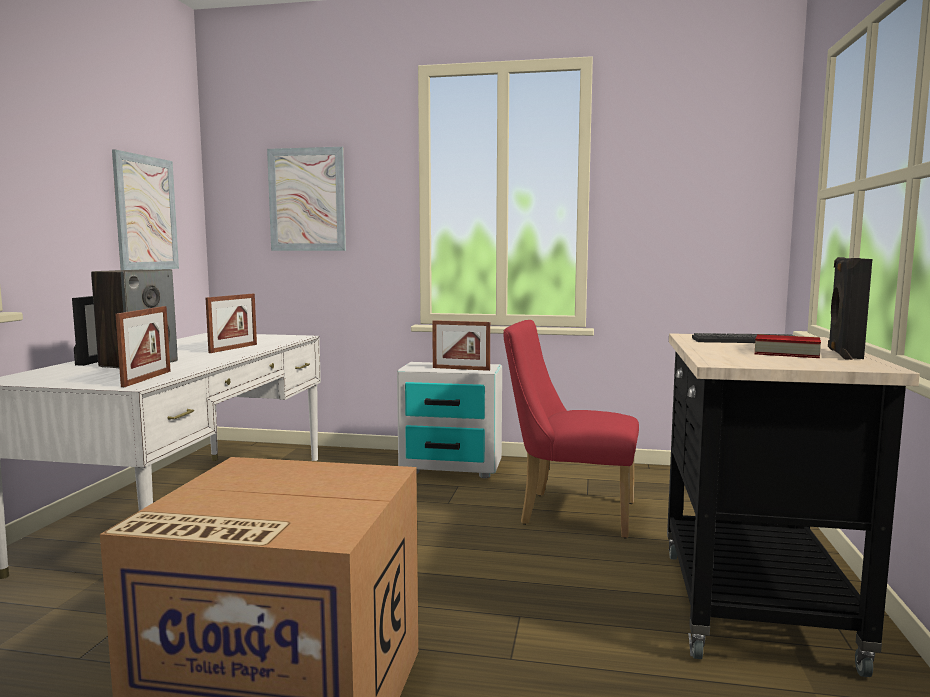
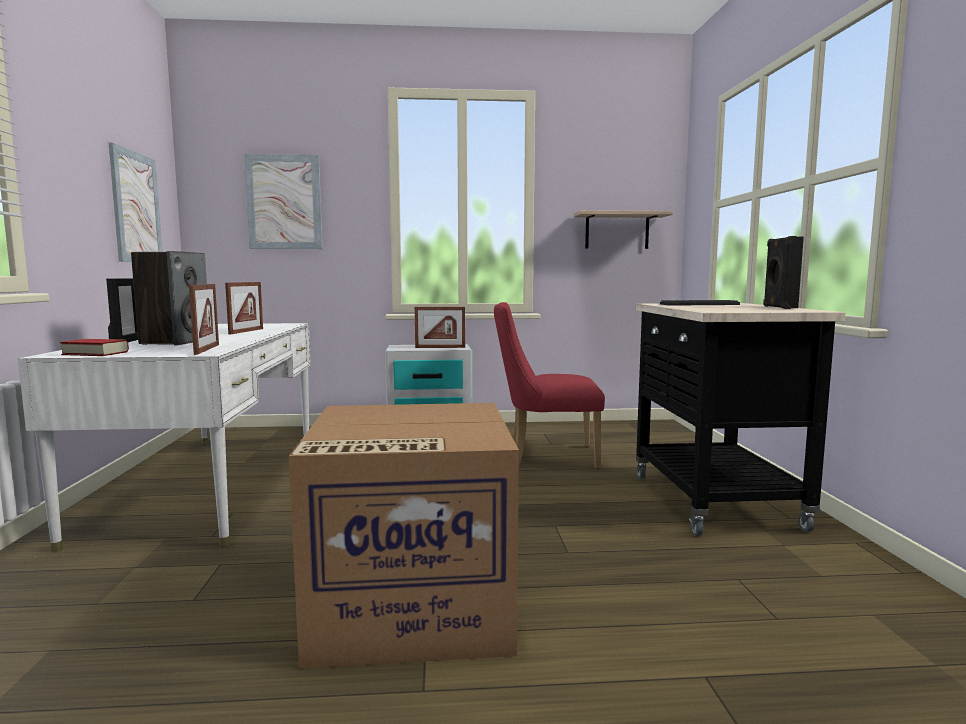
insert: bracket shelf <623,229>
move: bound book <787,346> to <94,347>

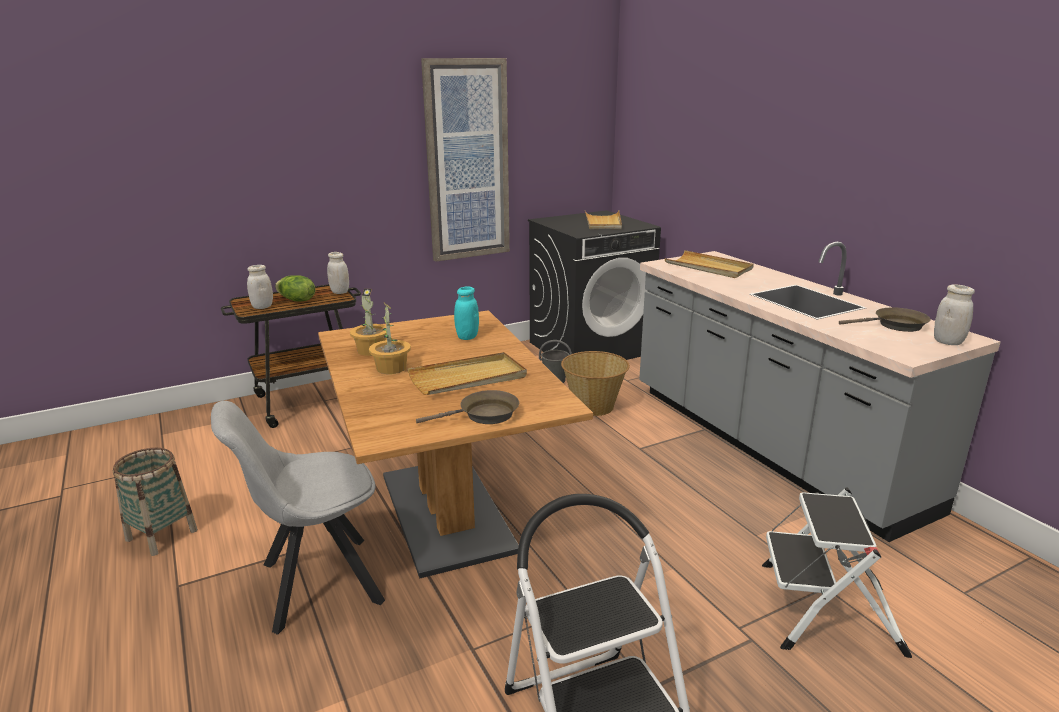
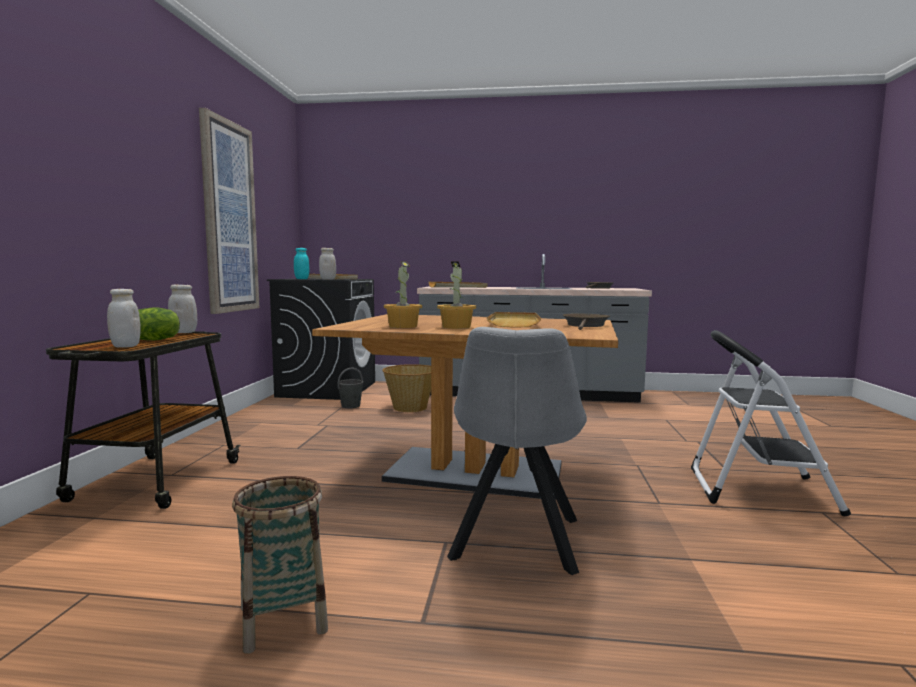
delete: stepladder <837,572>
move: white-coloured preserve jar <954,314> to <327,264>; turquoise-coloured preserve jar <466,313> to <301,263>

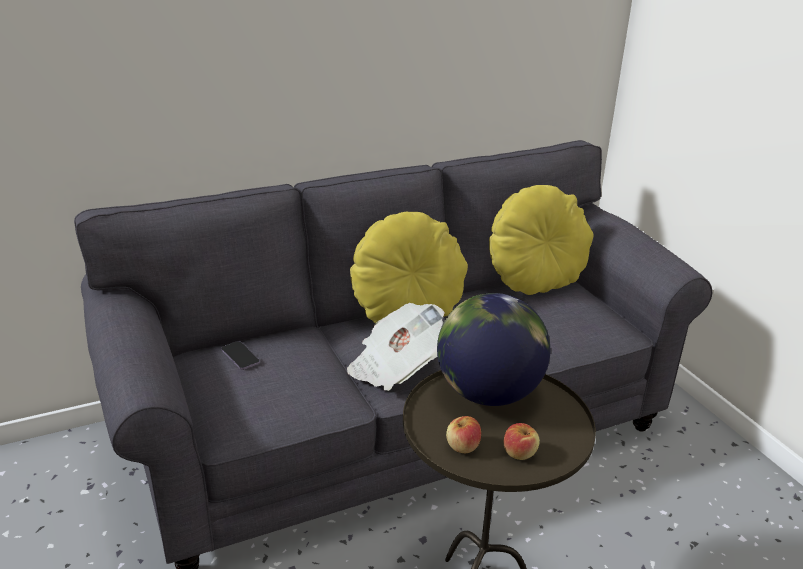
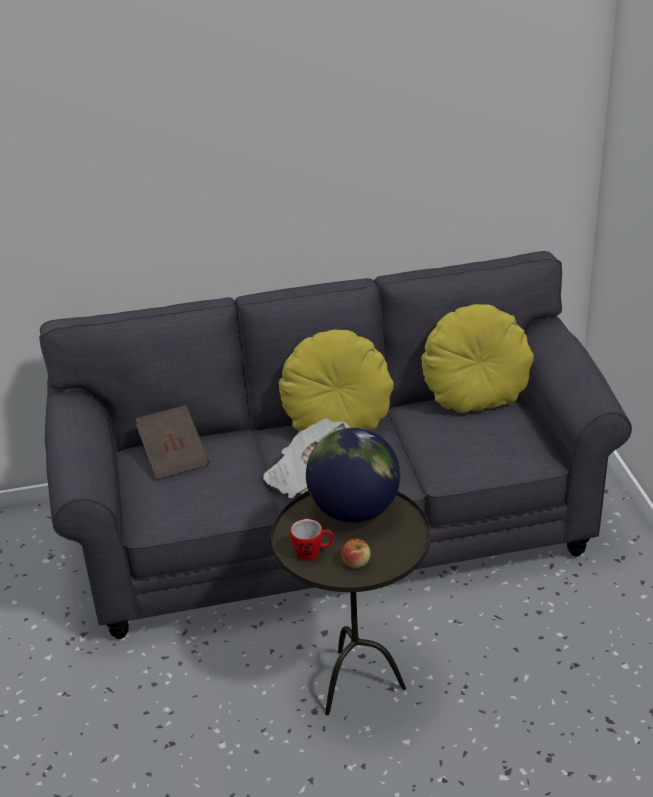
replace: telephone <240,355> to brownish bound book <172,442>; apple <463,434> to mug <312,540>

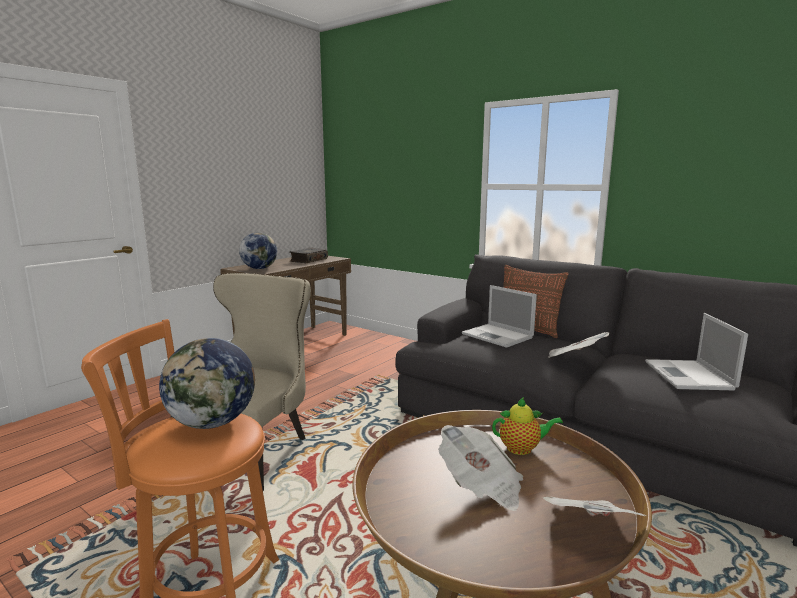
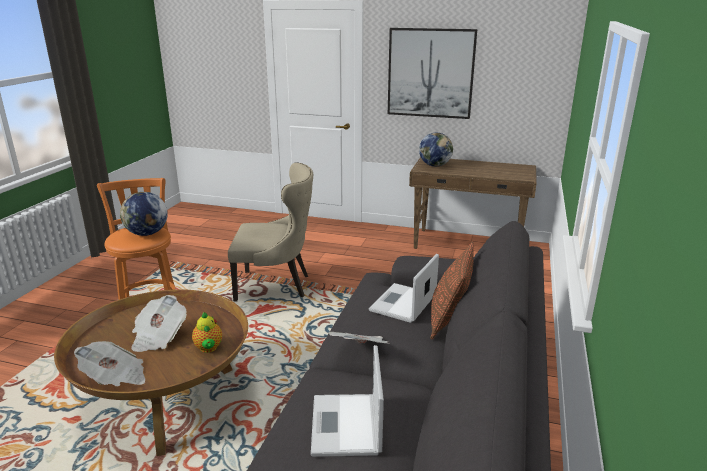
delete: bound book <309,255>
insert: wall picture <432,73>
rotate: notebook computer <696,351> = <347,401> 75 degrees counterclockwise

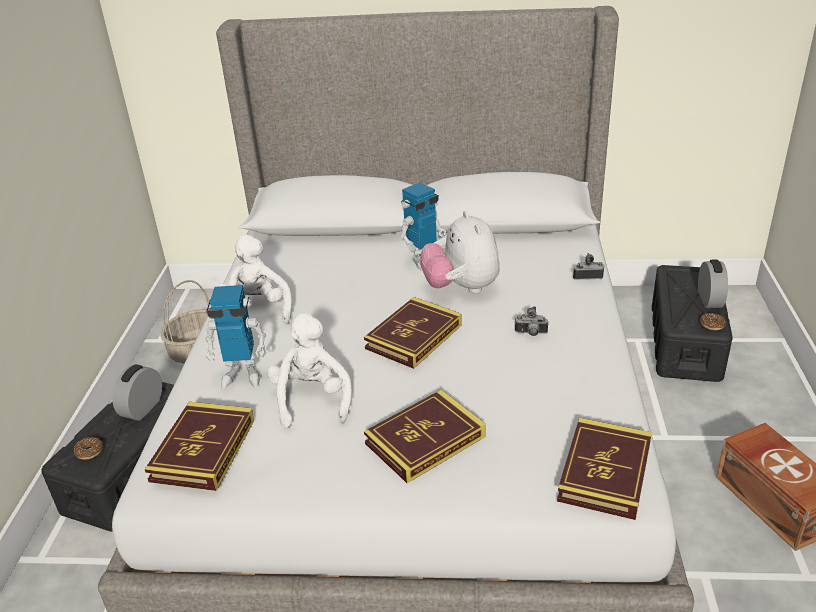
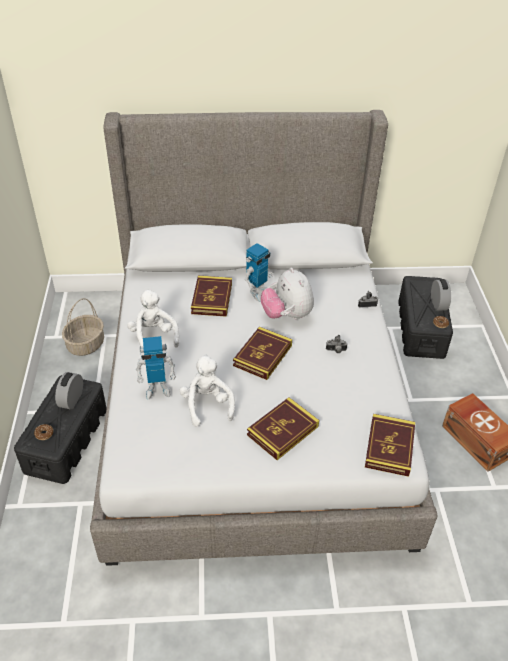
move: bound book <199,446> to <211,296>

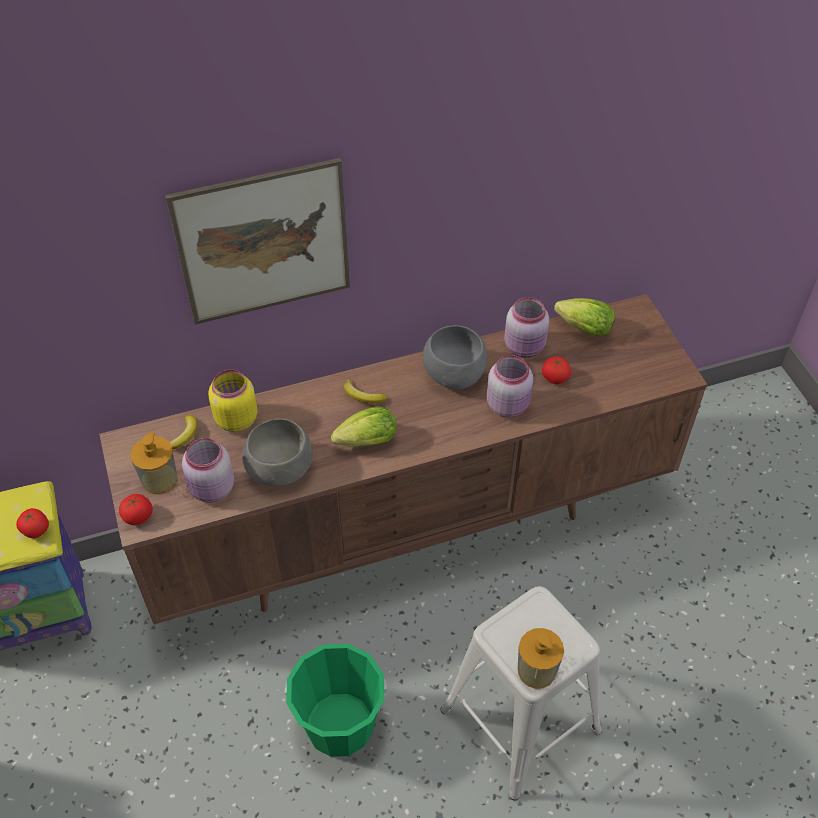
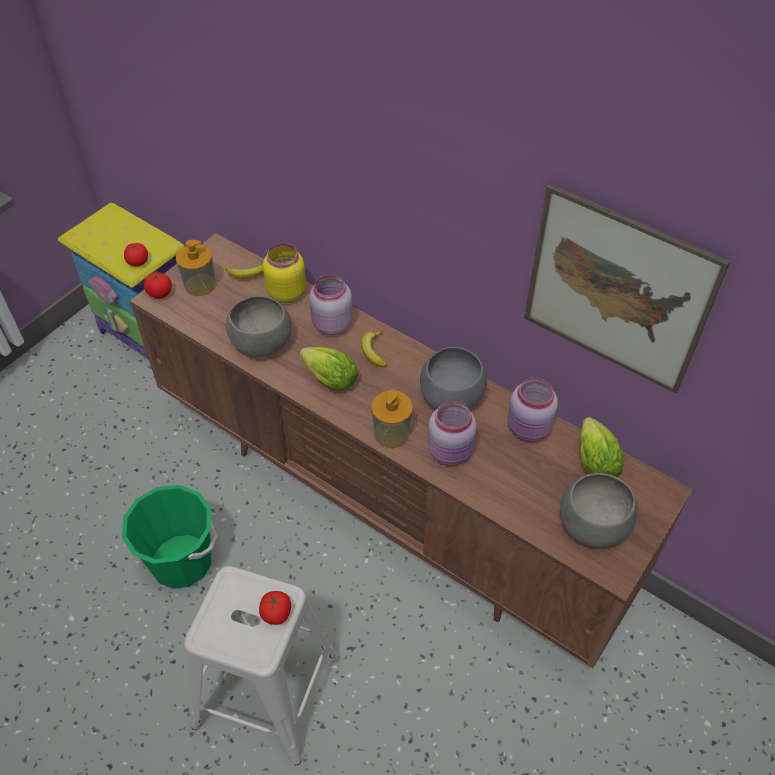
insert: greyish deep dish <599,510>
move: wall picture <257,241> to <627,289>; tomato <556,370> to <275,608>; pink-coloured preserve jar <208,470> to <331,305>; soap dispenser <541,658> to <392,418>

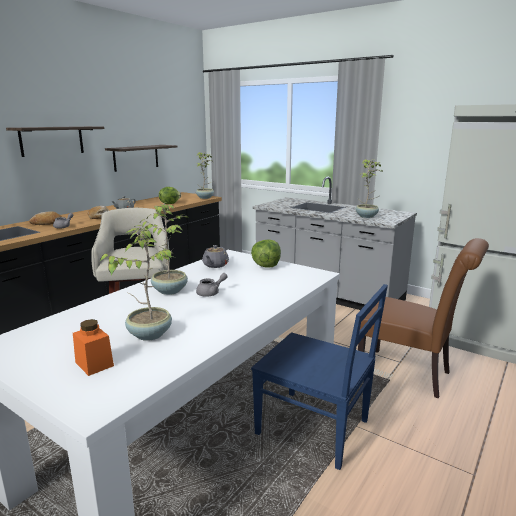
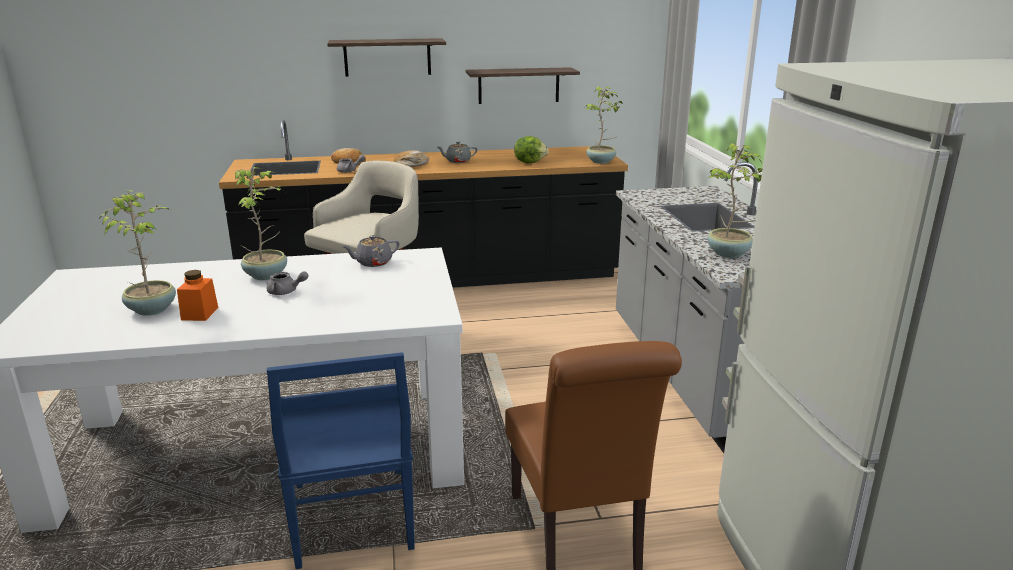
delete: lettuce <266,253>
move: orange-coloured preserve jar <93,347> to <197,295>

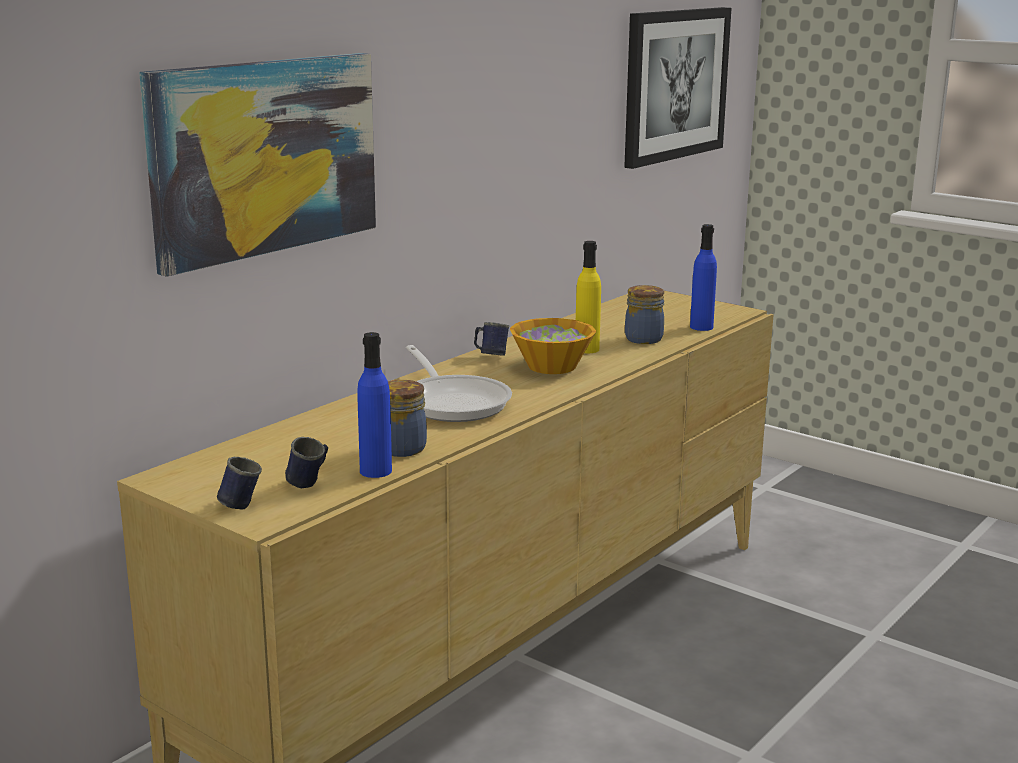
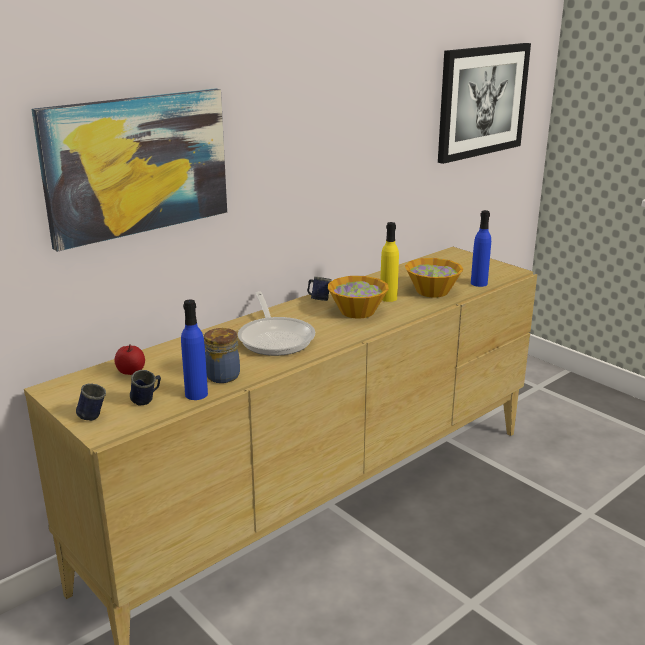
insert: apple <129,360>
replace: preserve jar <644,314> to deep dish <434,278>

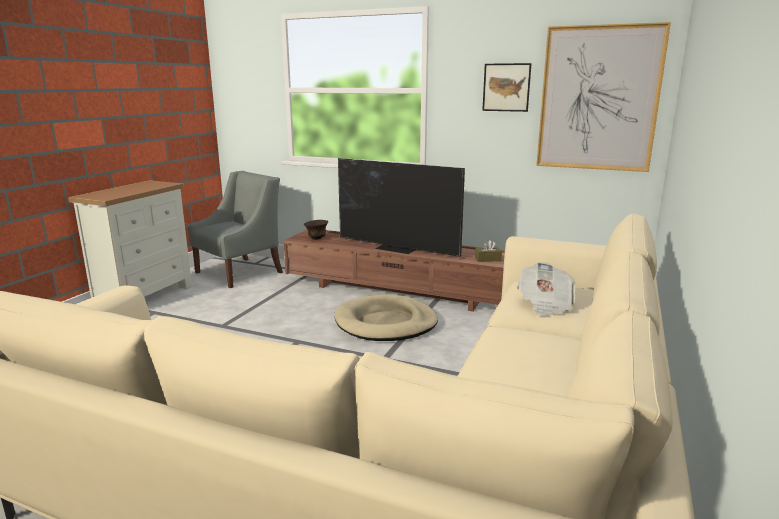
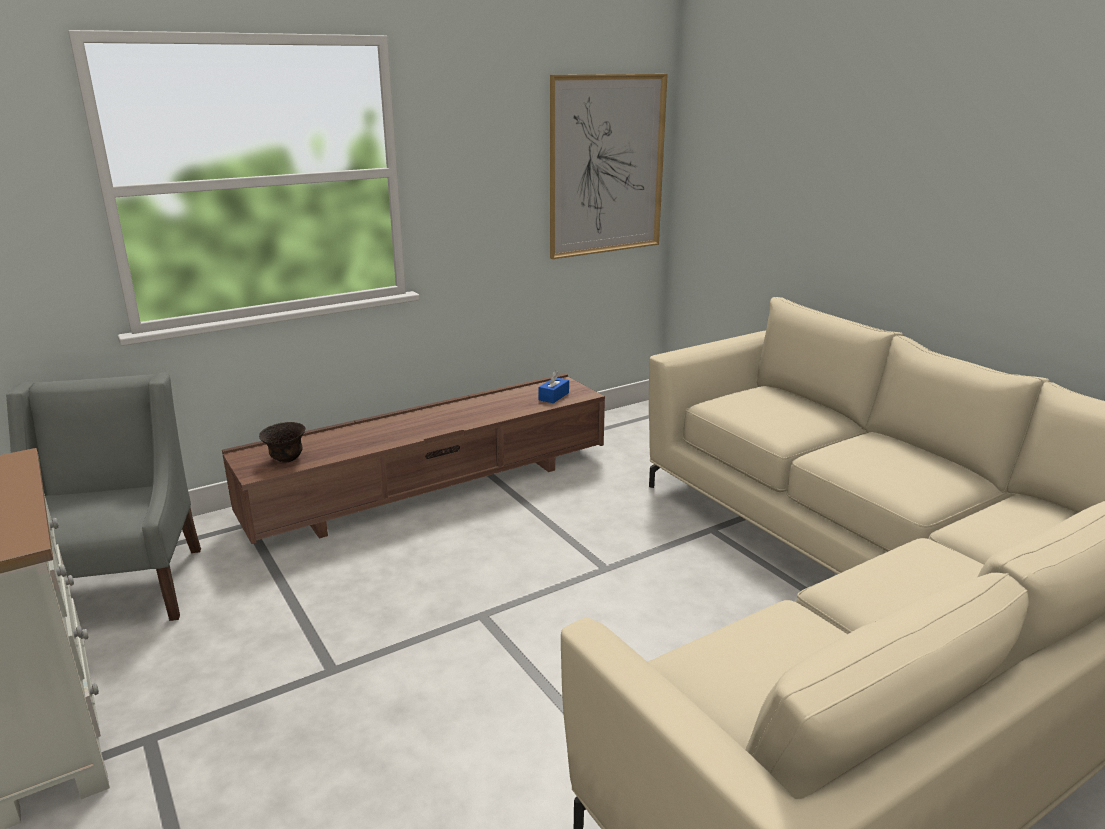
delete: wall picture <507,87>; TV <401,207>; newspaper <546,289>; beige-coloured pet bed <386,317>
recolor: brownish box of tissues <488,251> to bluish box of tissues <553,387>

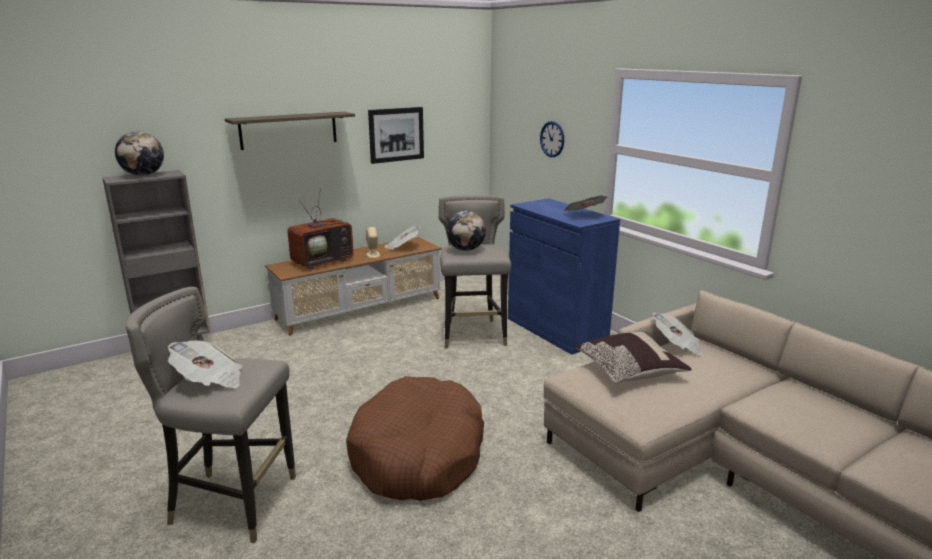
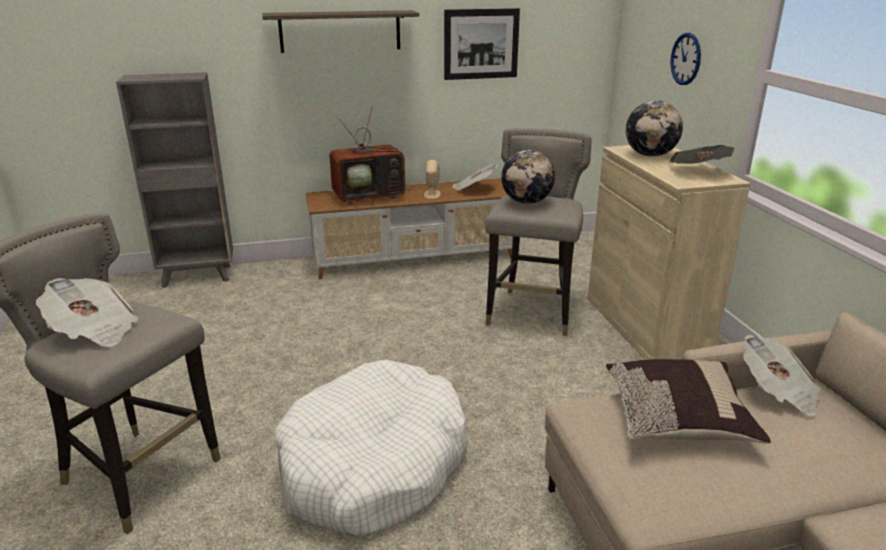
move: desk globe <139,153> to <654,128>
recolor: bluish cabinet <564,276> to beige-coloured cabinet <668,252>; brownish pet bed <415,438> to white-coloured pet bed <371,447>

